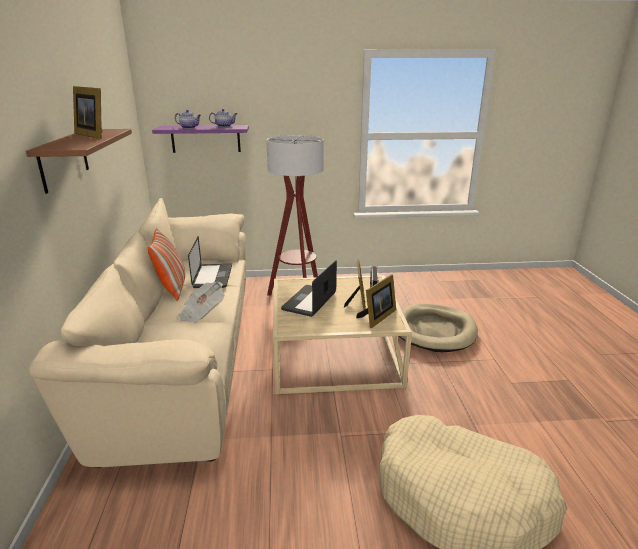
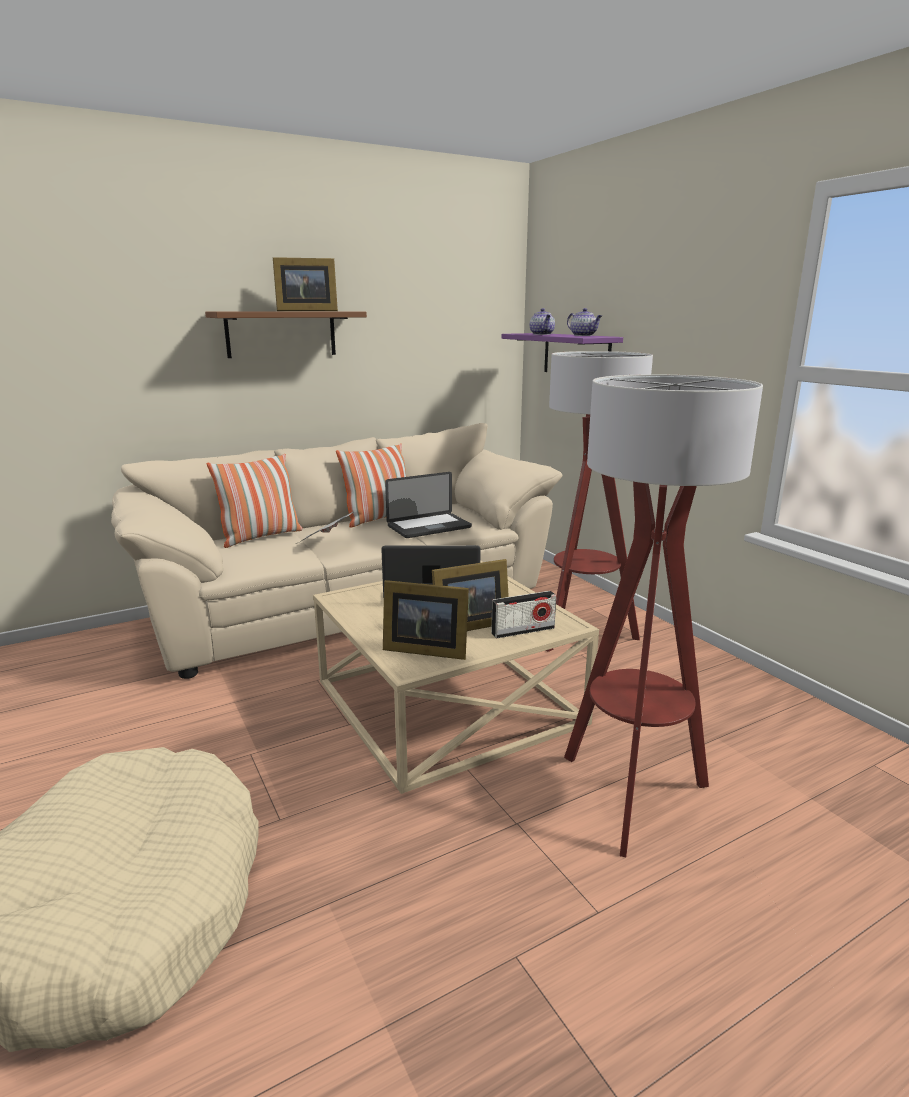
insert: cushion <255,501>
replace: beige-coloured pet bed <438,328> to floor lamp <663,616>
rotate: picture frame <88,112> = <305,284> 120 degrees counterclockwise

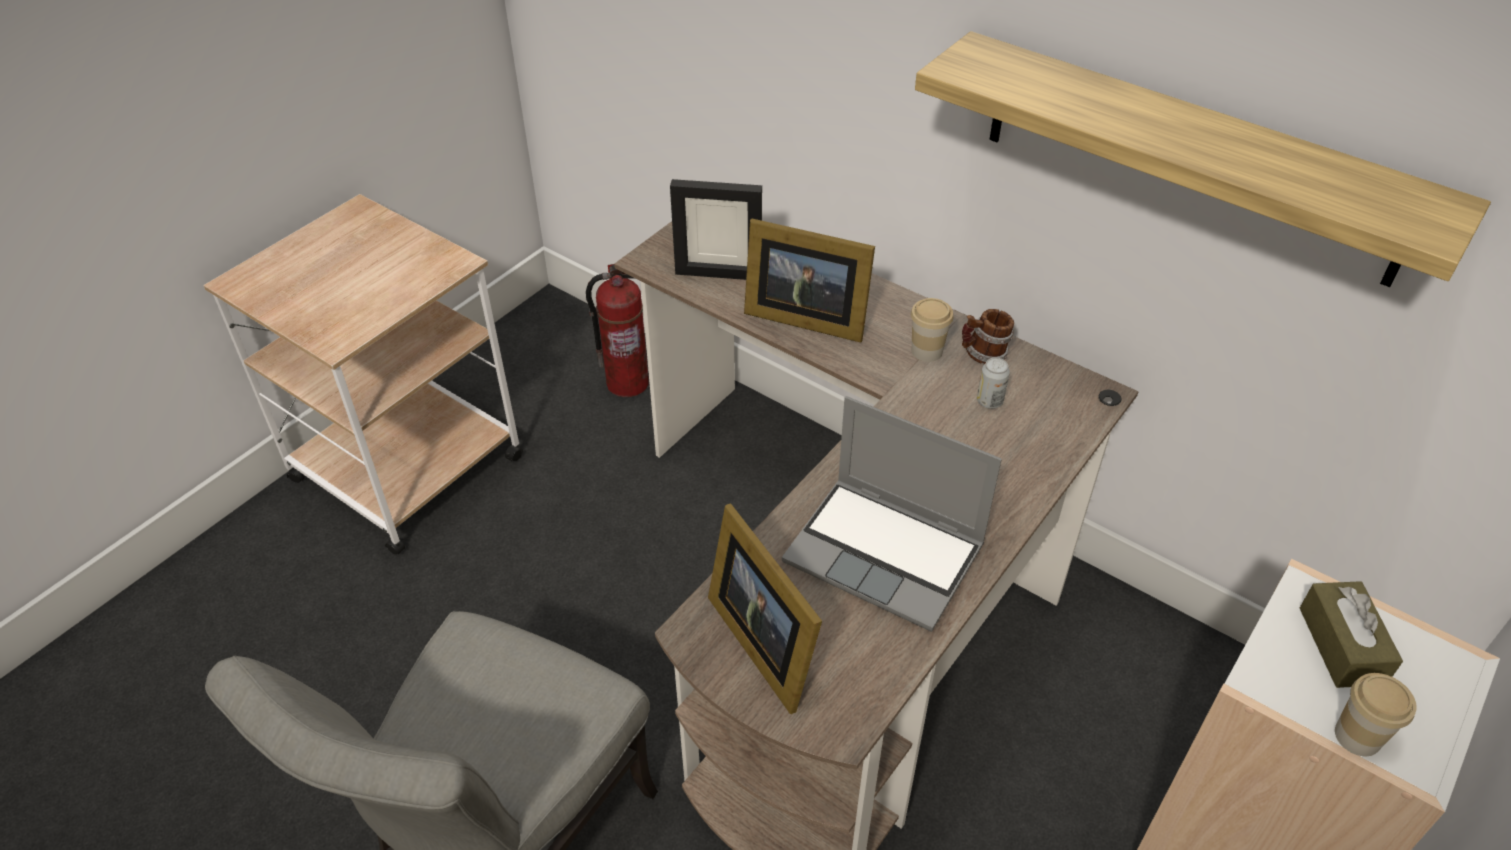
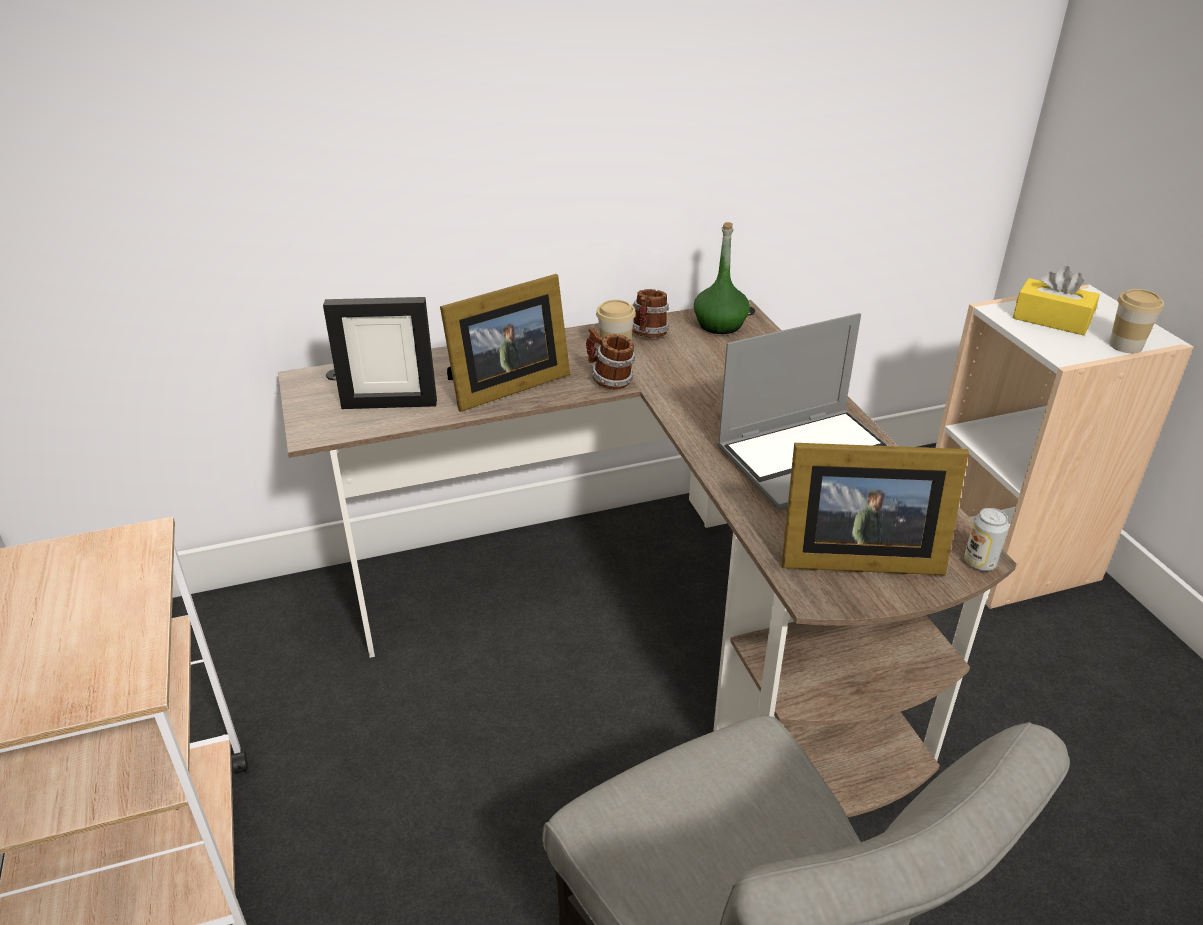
delete: bracket shelf <1203,159>; extinguisher <617,330>
insert: green beverage bottle <722,278>; mug <611,358>
move: metal can <993,383> to <986,539>
recolor: brownish box of tissues <1351,634> to yellow box of tissues <1056,300>
rotate: picture frame <716,229> = <380,353> 45 degrees clockwise

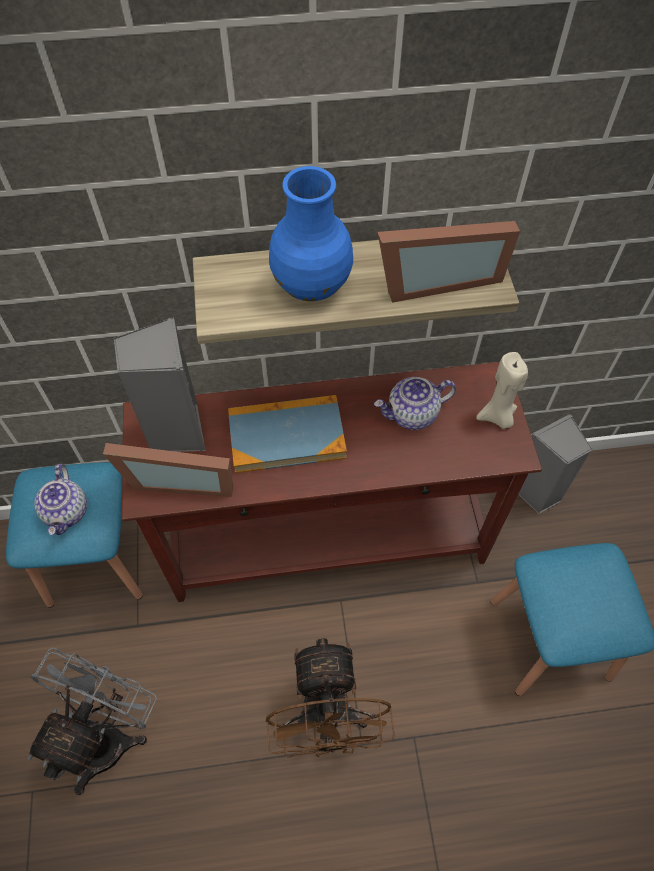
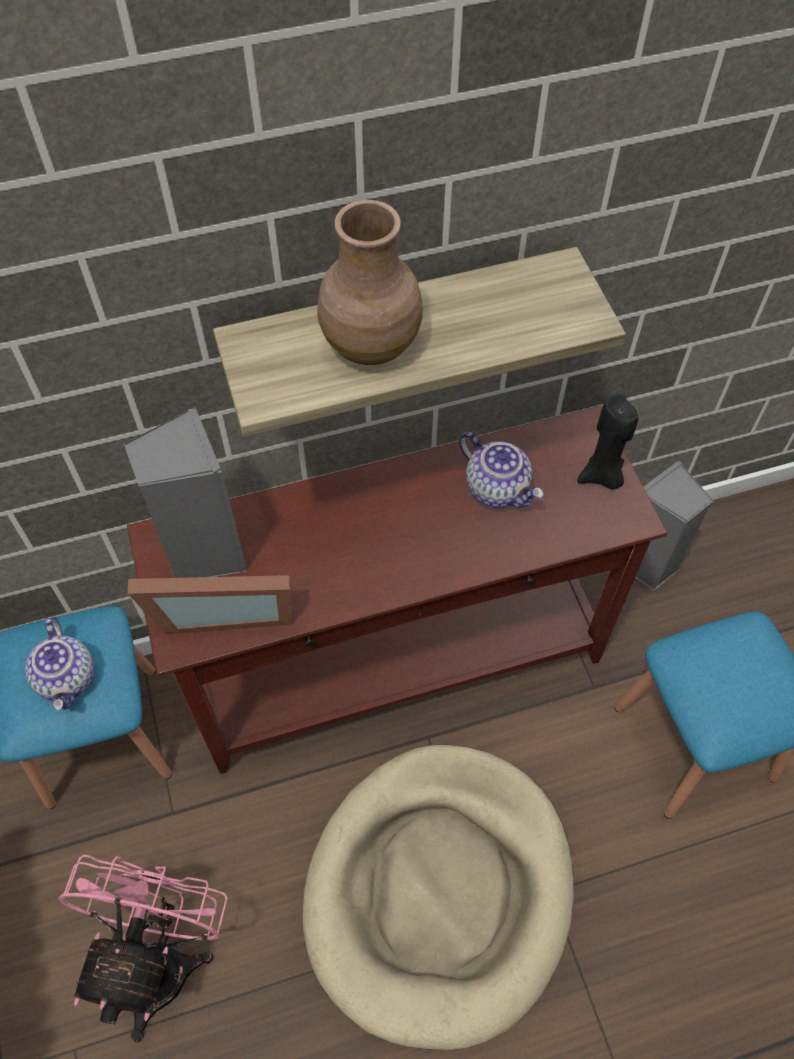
delete: picture frame <449,262>; bound book <287,434>
replace: brownish electric fan <330,697> to beige-coloured pet bed <438,897>
recolor: bluish flower vase <311,233> to brownish flower vase <370,282>; beige-coloured wax light <502,390> to black wax light <607,442>; greyish electric fan <92,721> to pink-coloured electric fan <143,948>
rotate: pot for tea <415,403> = <501,470> 105 degrees counterclockwise

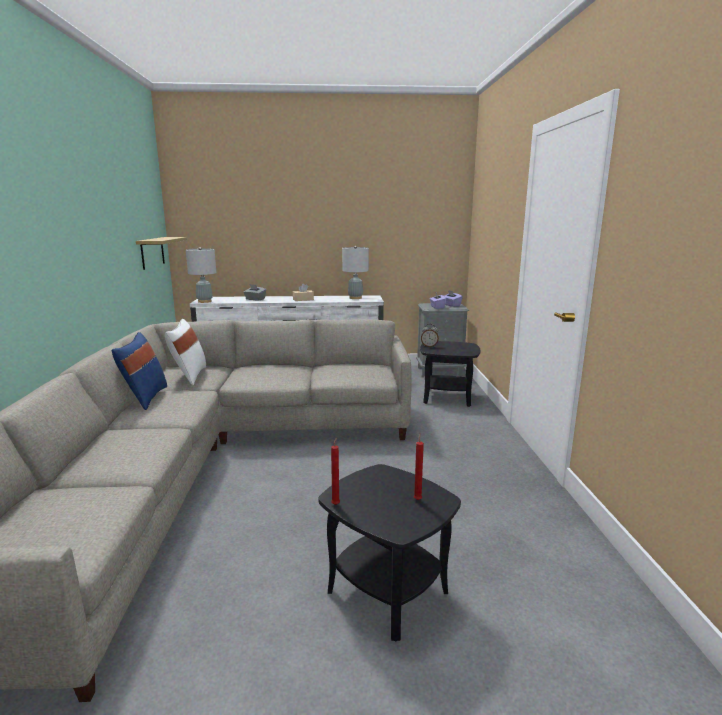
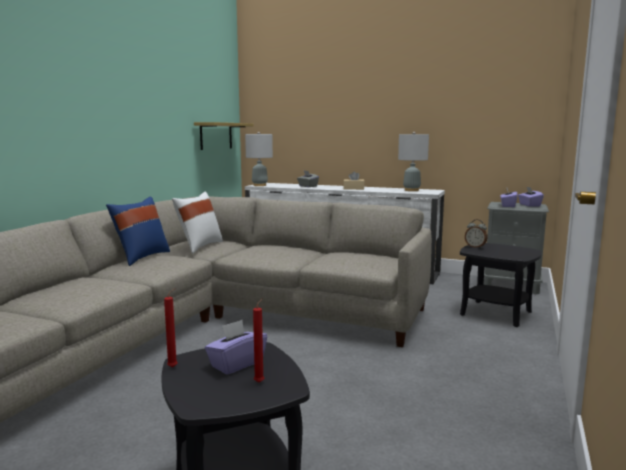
insert: purplish box of tissues <236,347>

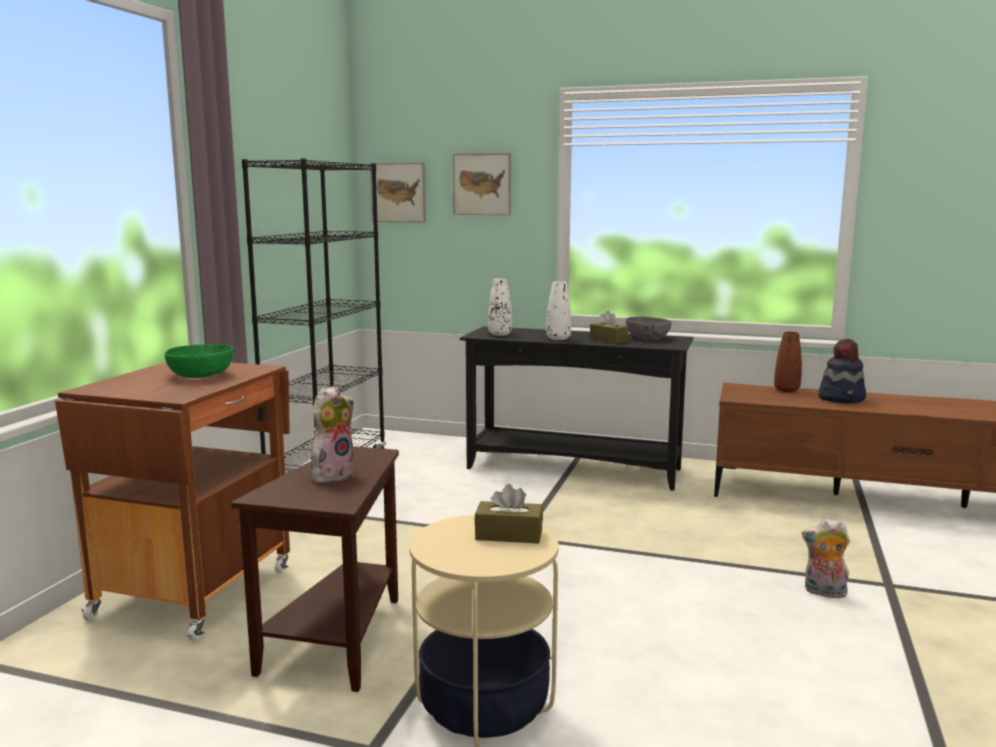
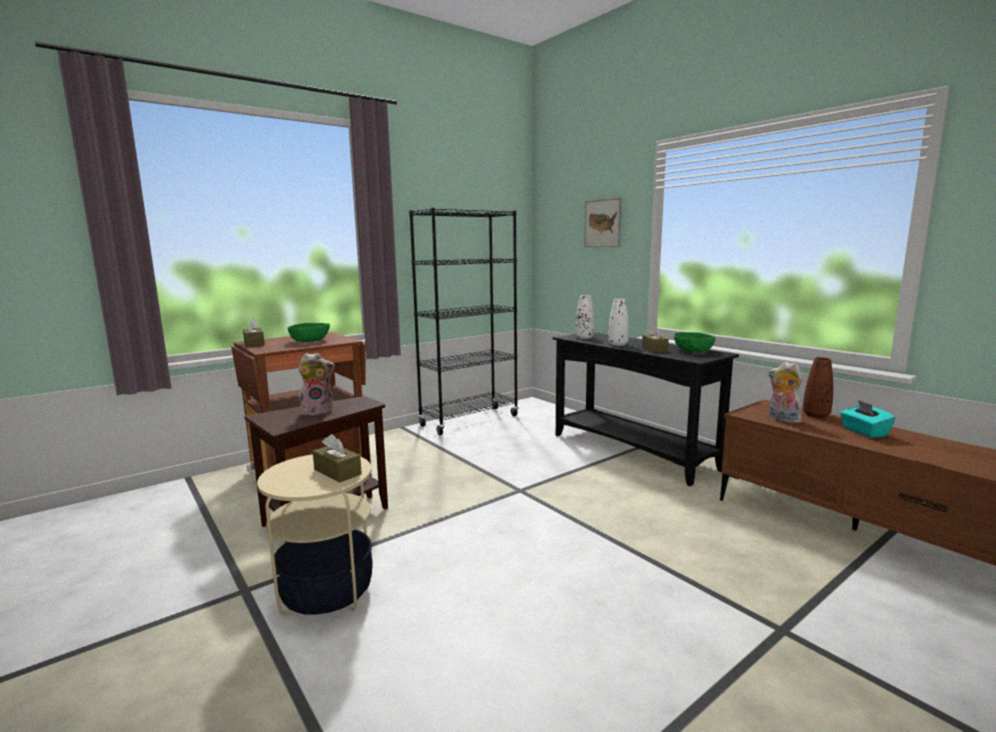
delete: wall picture <398,192>
insert: brownish box of tissues <254,332>
move: soft toy <826,558> to <786,392>
replace: clothing hat <842,371> to turquoise-coloured box of tissues <867,419>
recolor: greyish deep dish <649,327> to green deep dish <694,342>

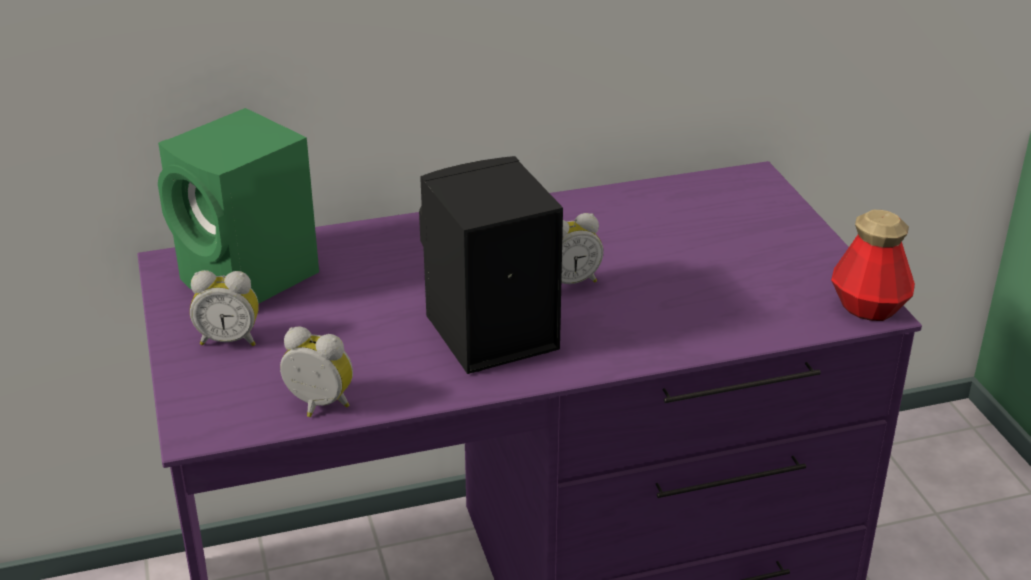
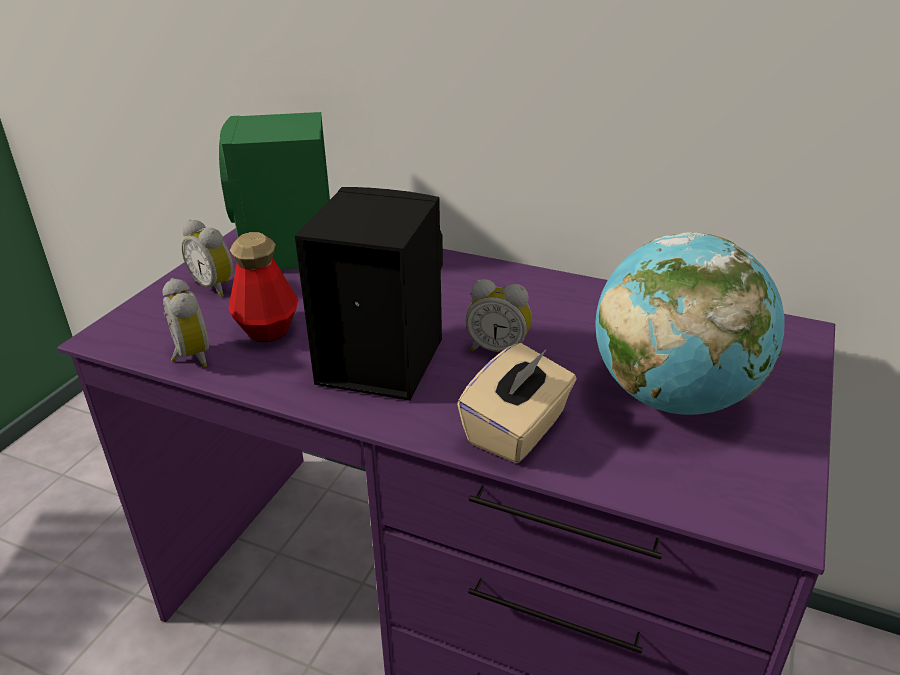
insert: desk globe <690,323>; beige-coloured box of tissues <516,403>
move: beverage bottle <873,265> to <263,287>

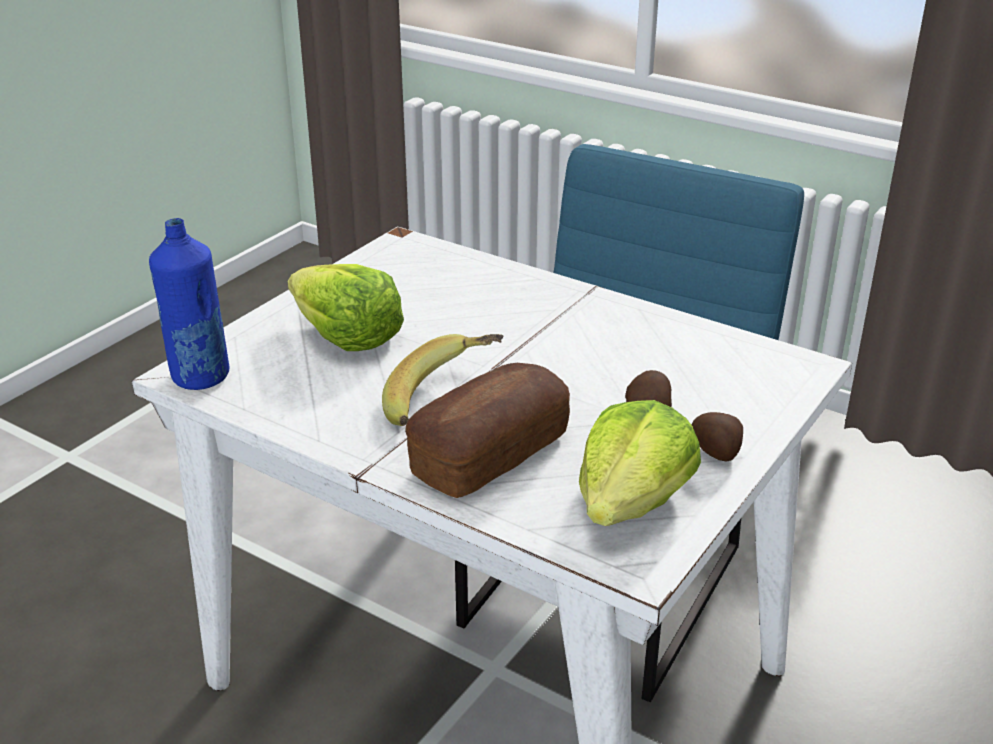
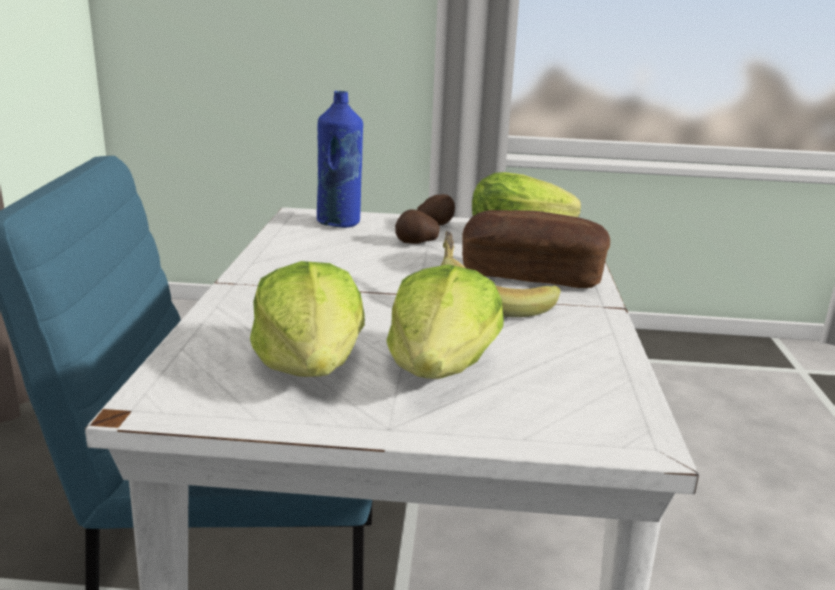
insert: lettuce <307,319>
move: bluish beverage bottle <189,304> to <340,159>

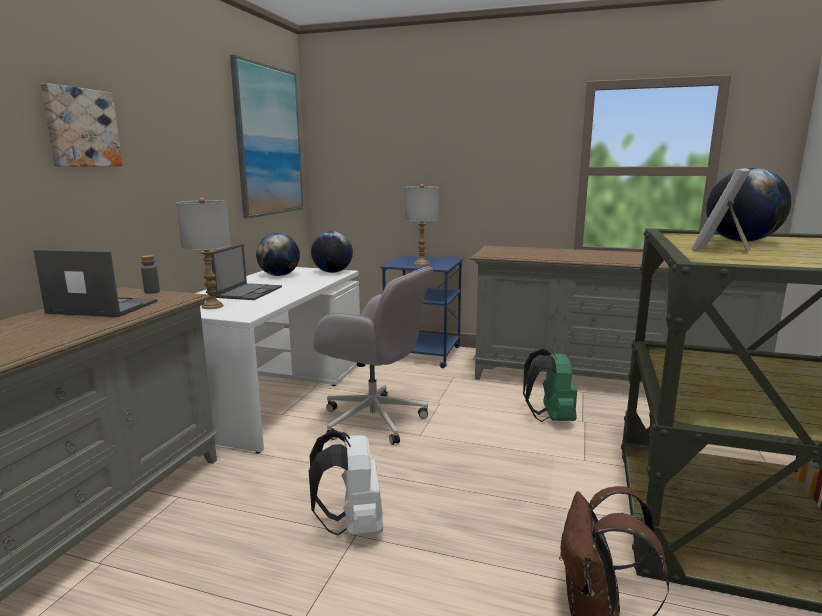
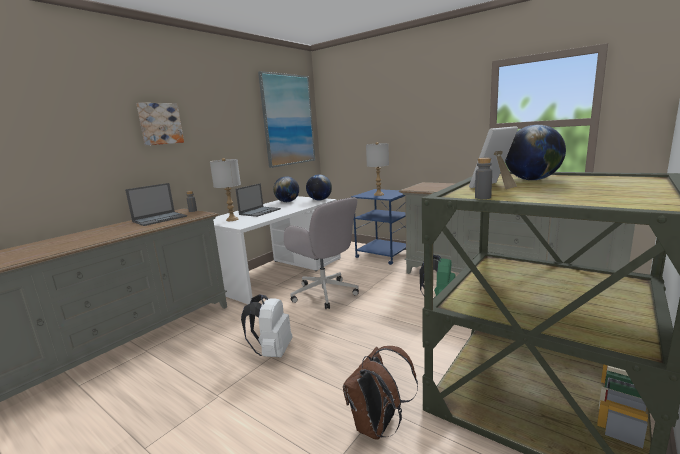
insert: greyish beverage bottle <483,178>
rotate: notebook computer <95,283> = <156,204> 105 degrees clockwise

